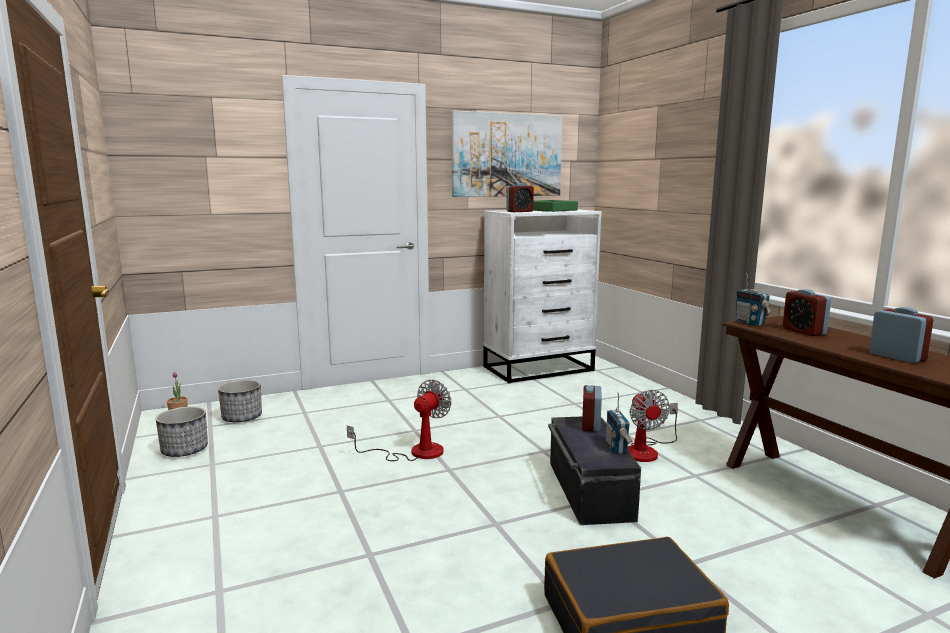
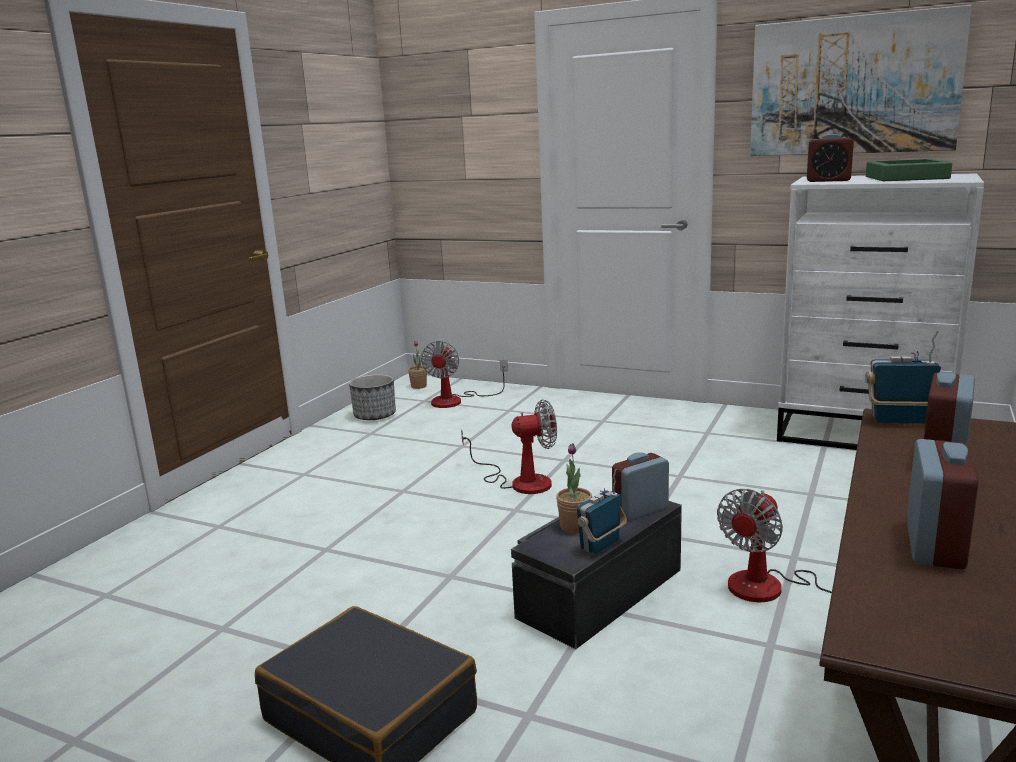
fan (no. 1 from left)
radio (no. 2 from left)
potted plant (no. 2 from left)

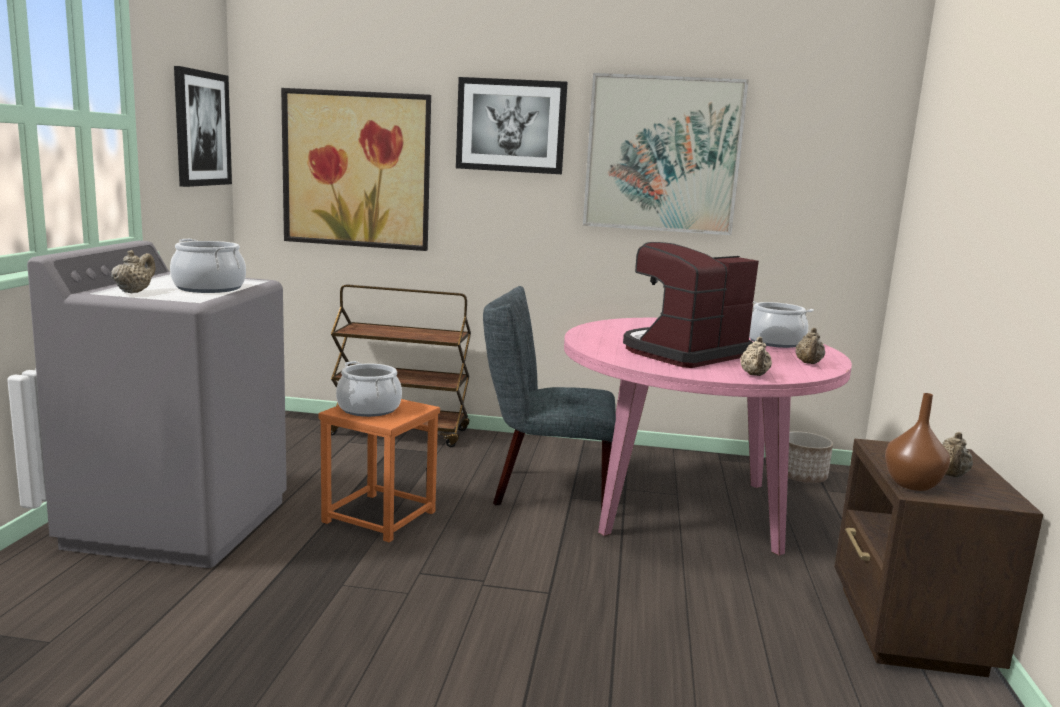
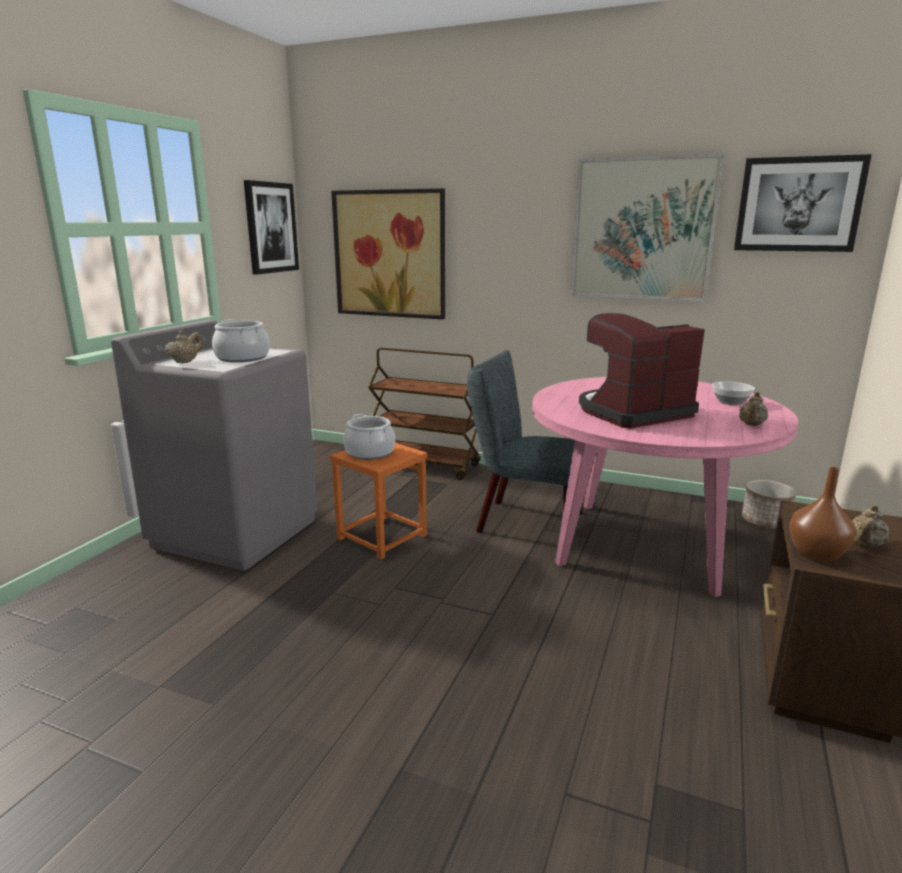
picture (no. 4 from left)
beige teapot (no. 2 from left in the first image)
bowl

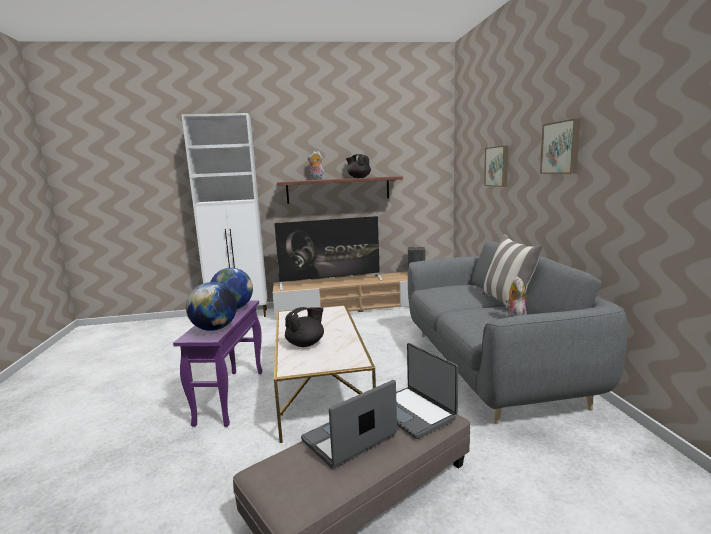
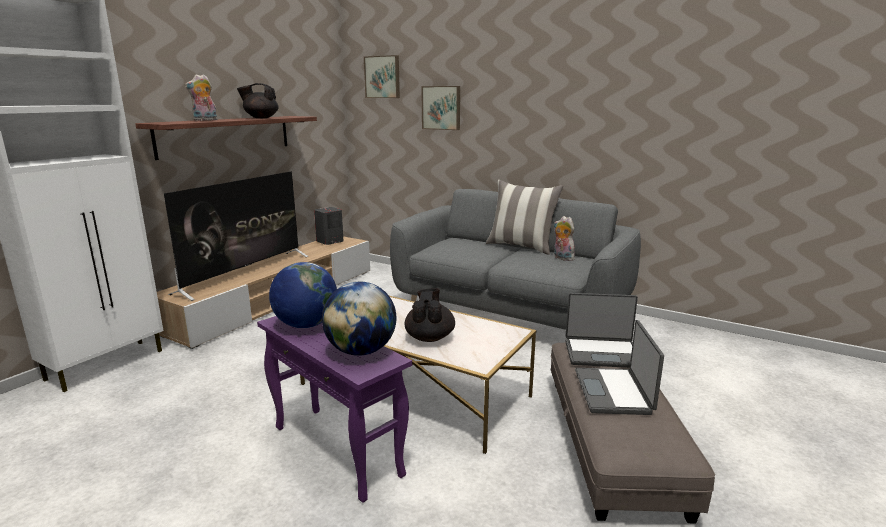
picture (no. 1 from left)

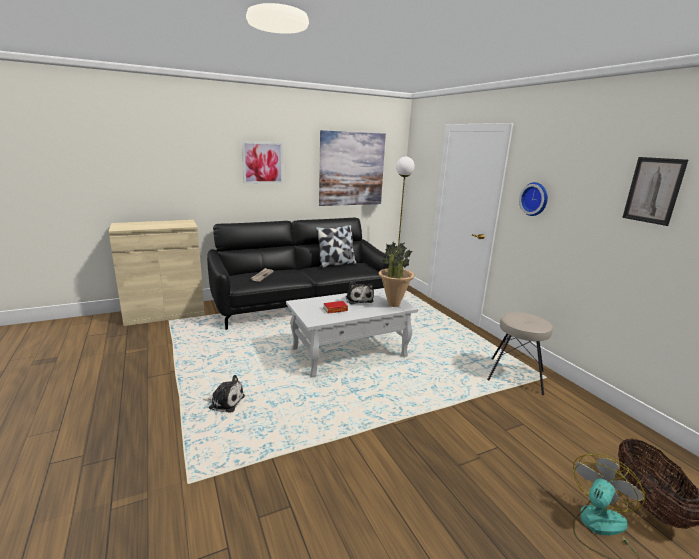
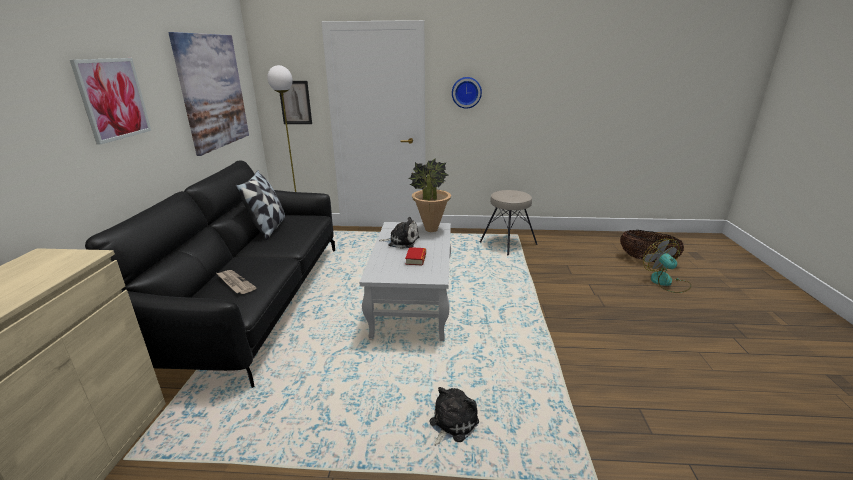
picture (no. 3 from left)

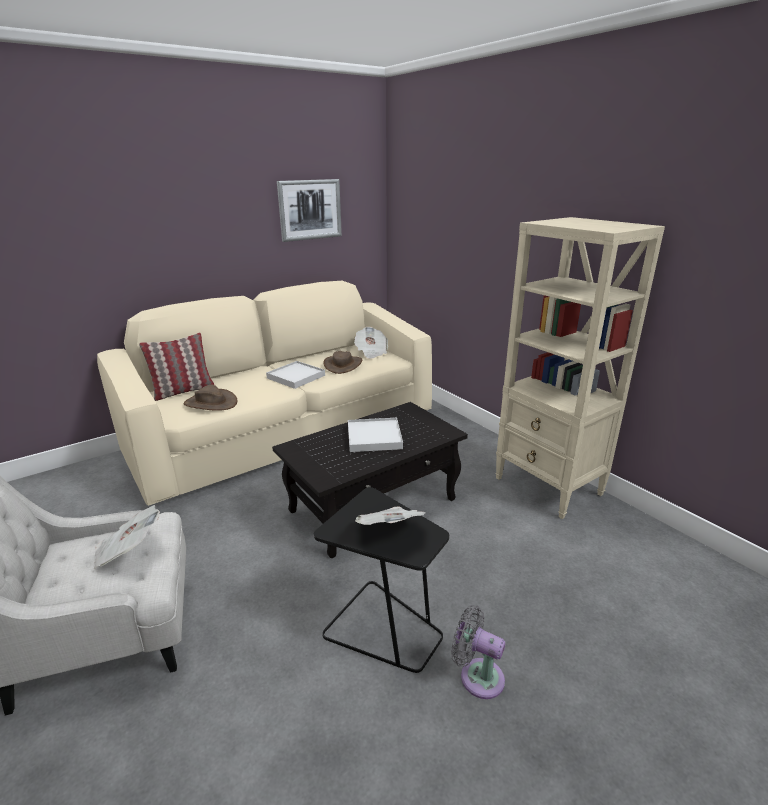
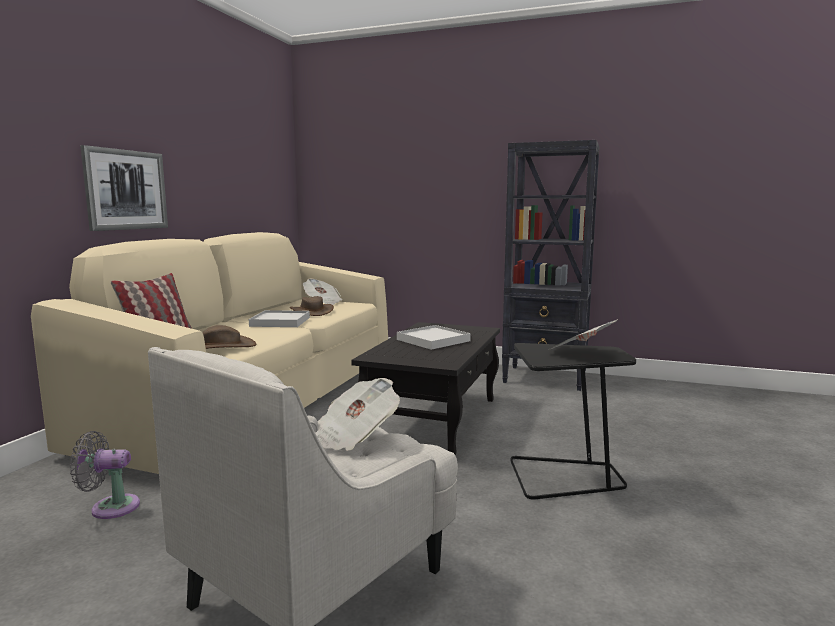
picture
grey fan
black bookcase

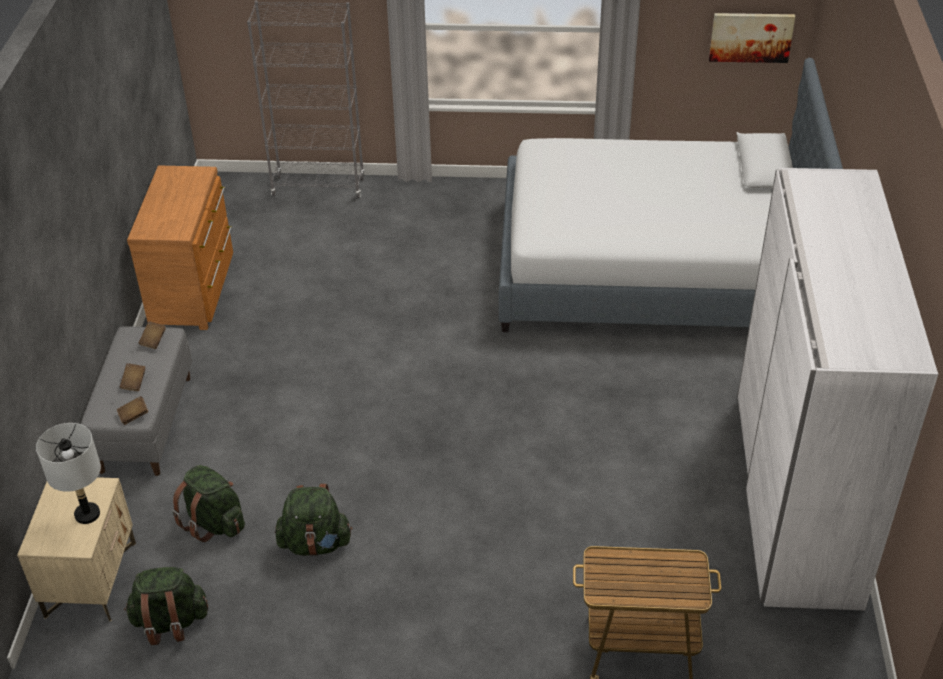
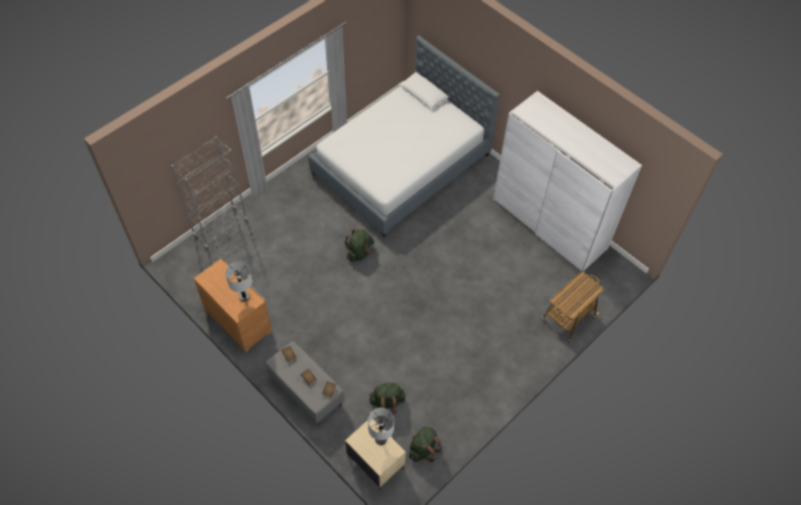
green backpack (no. 1 from left)
picture
grey table lamp (no. 1 from left)

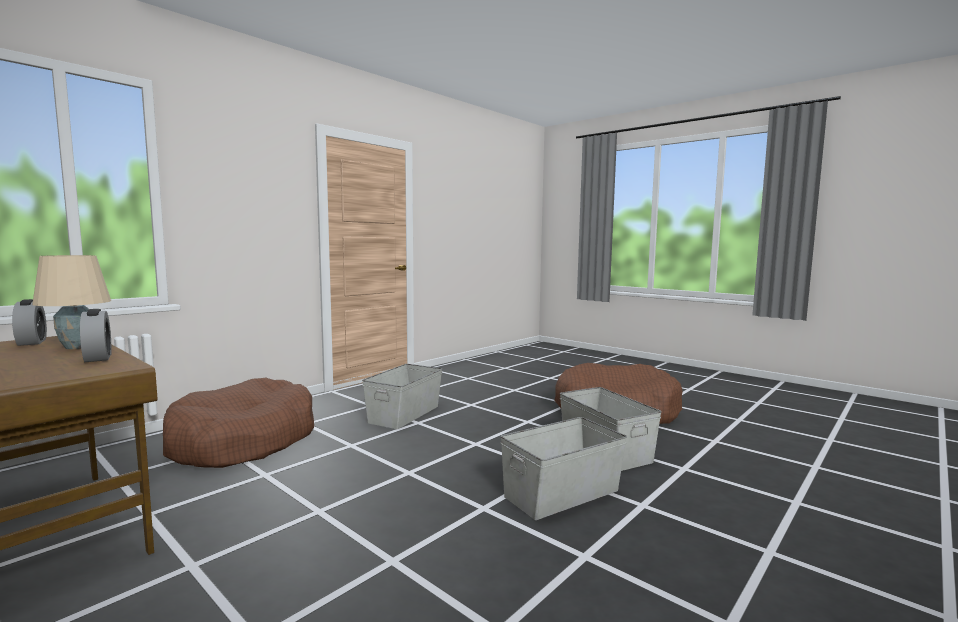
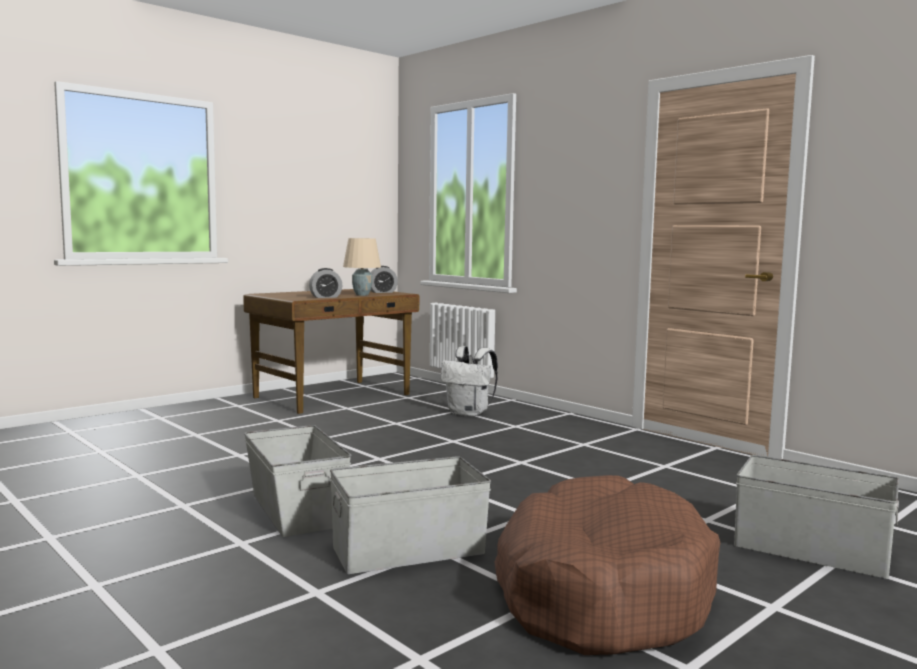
white backpack
grey storage box (no. 3 from left)

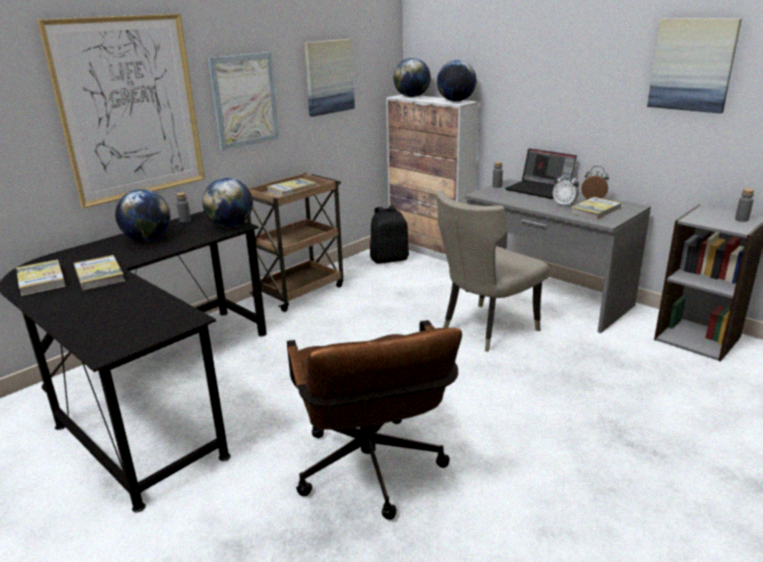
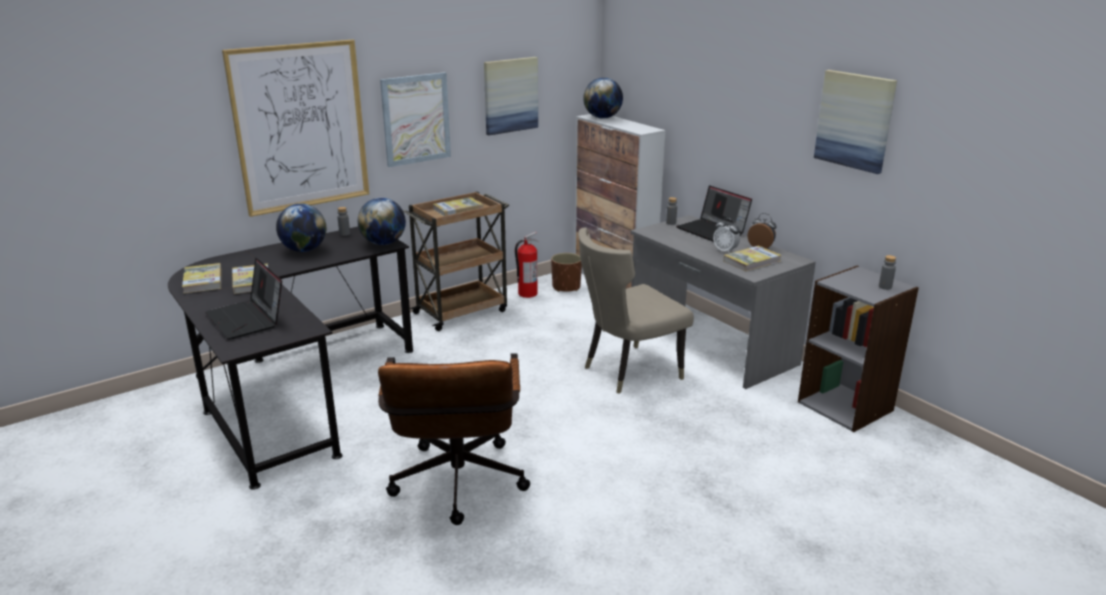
brown planter
globe (no. 4 from left in the first image)
laptop (no. 1 from left)
fire extinguisher

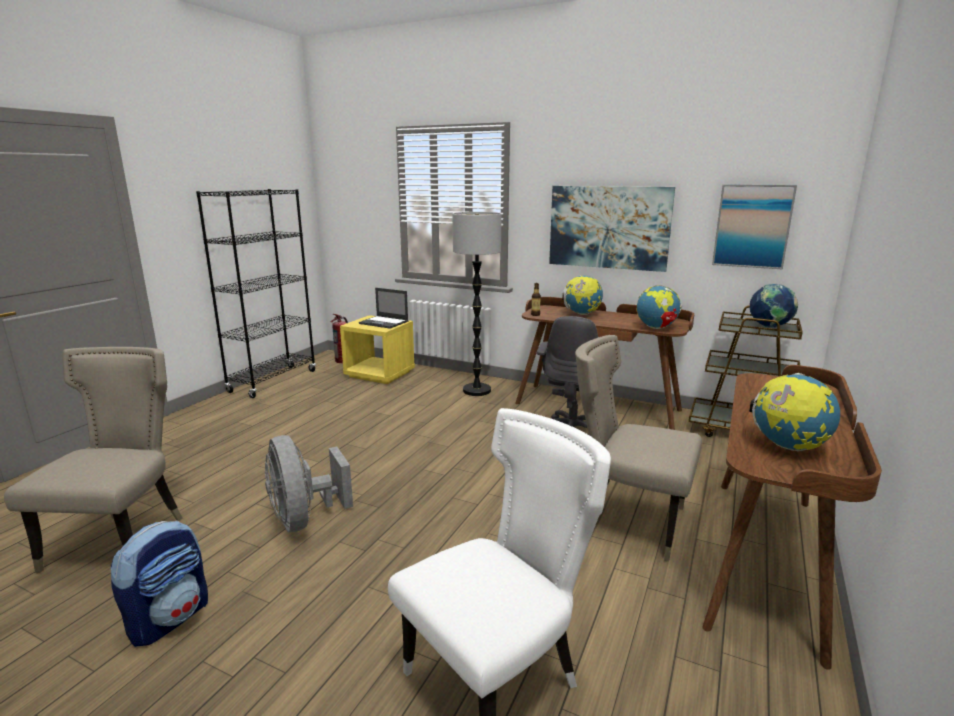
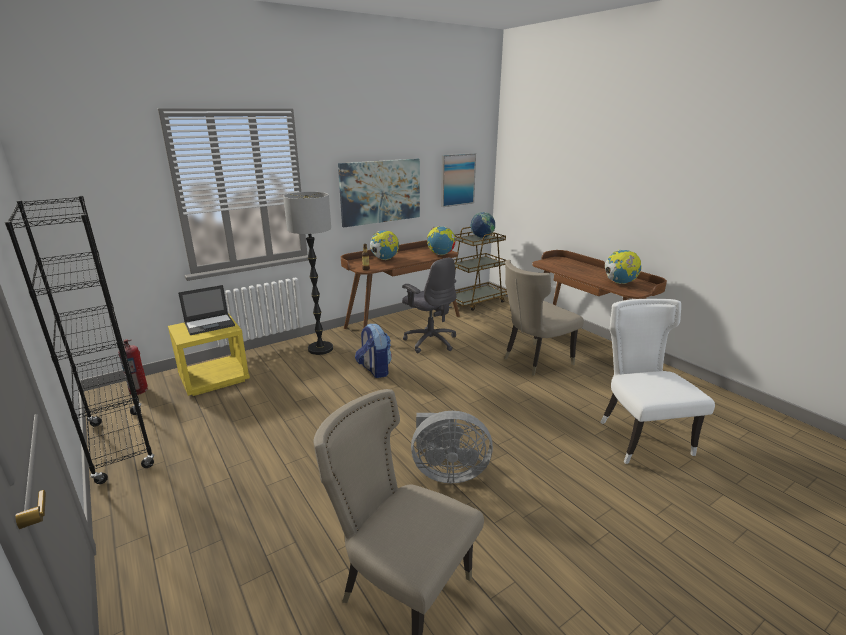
backpack

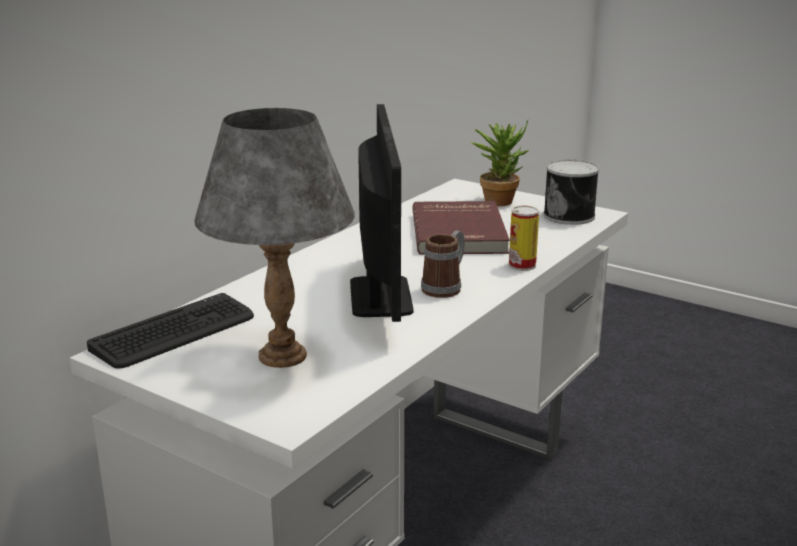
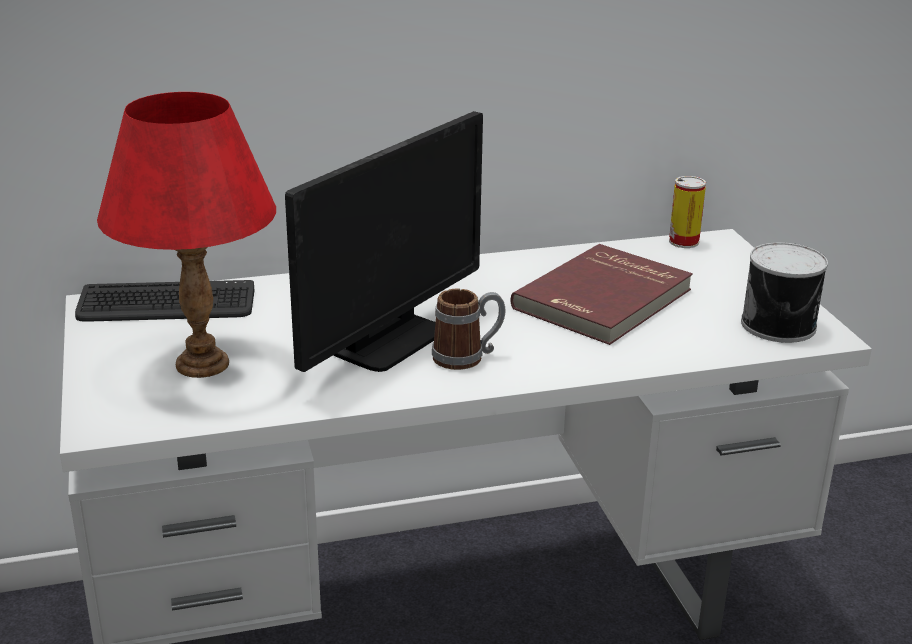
red table lamp
potted plant
can (no. 1 from left)

